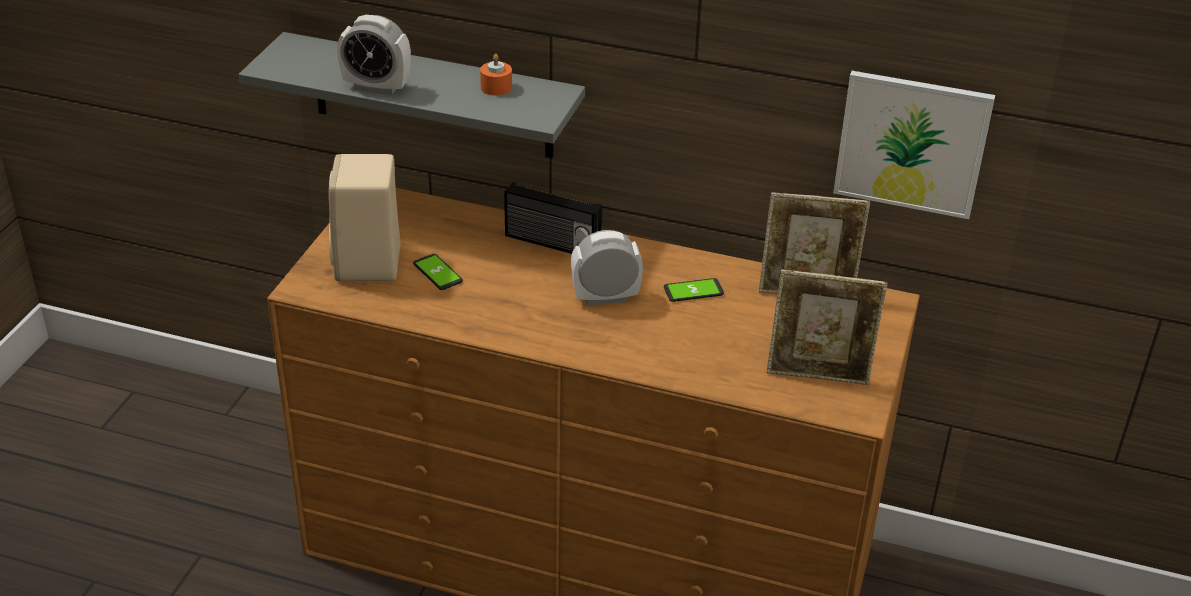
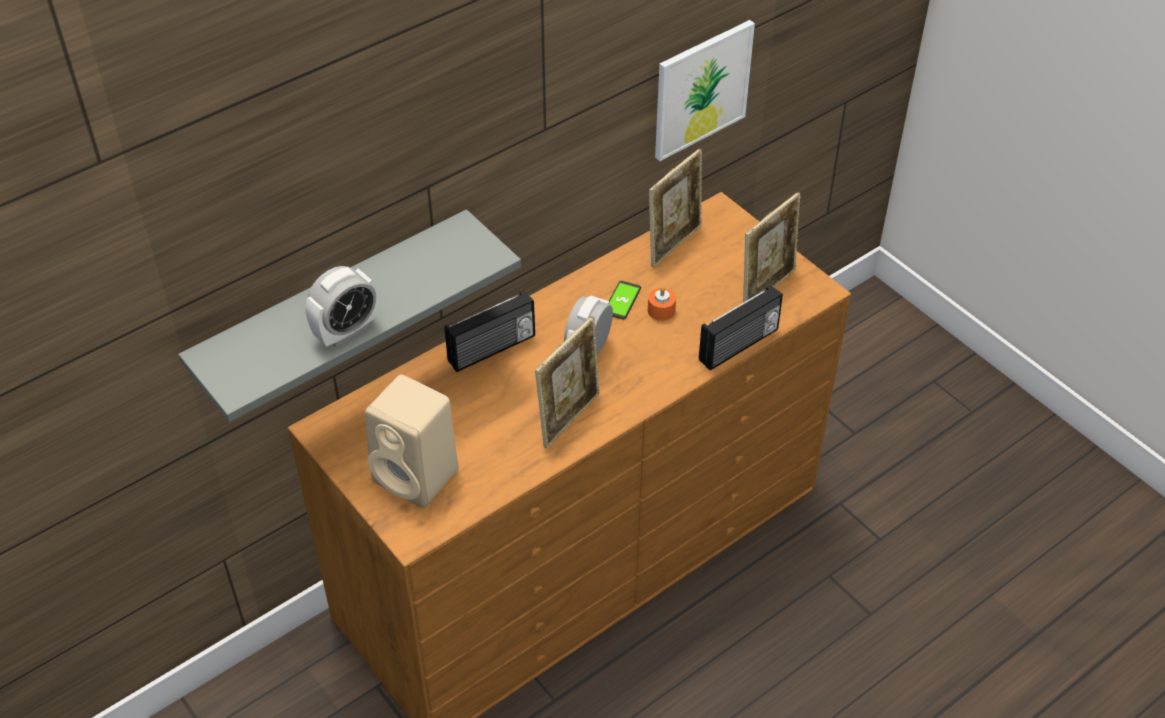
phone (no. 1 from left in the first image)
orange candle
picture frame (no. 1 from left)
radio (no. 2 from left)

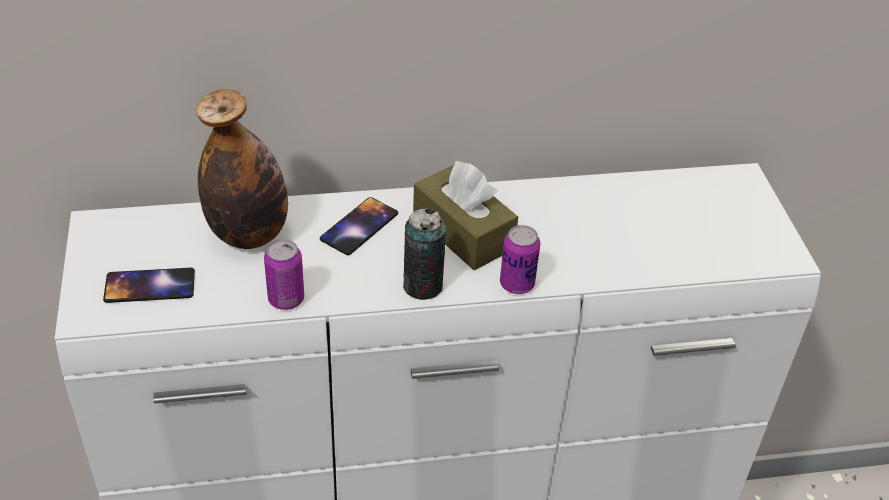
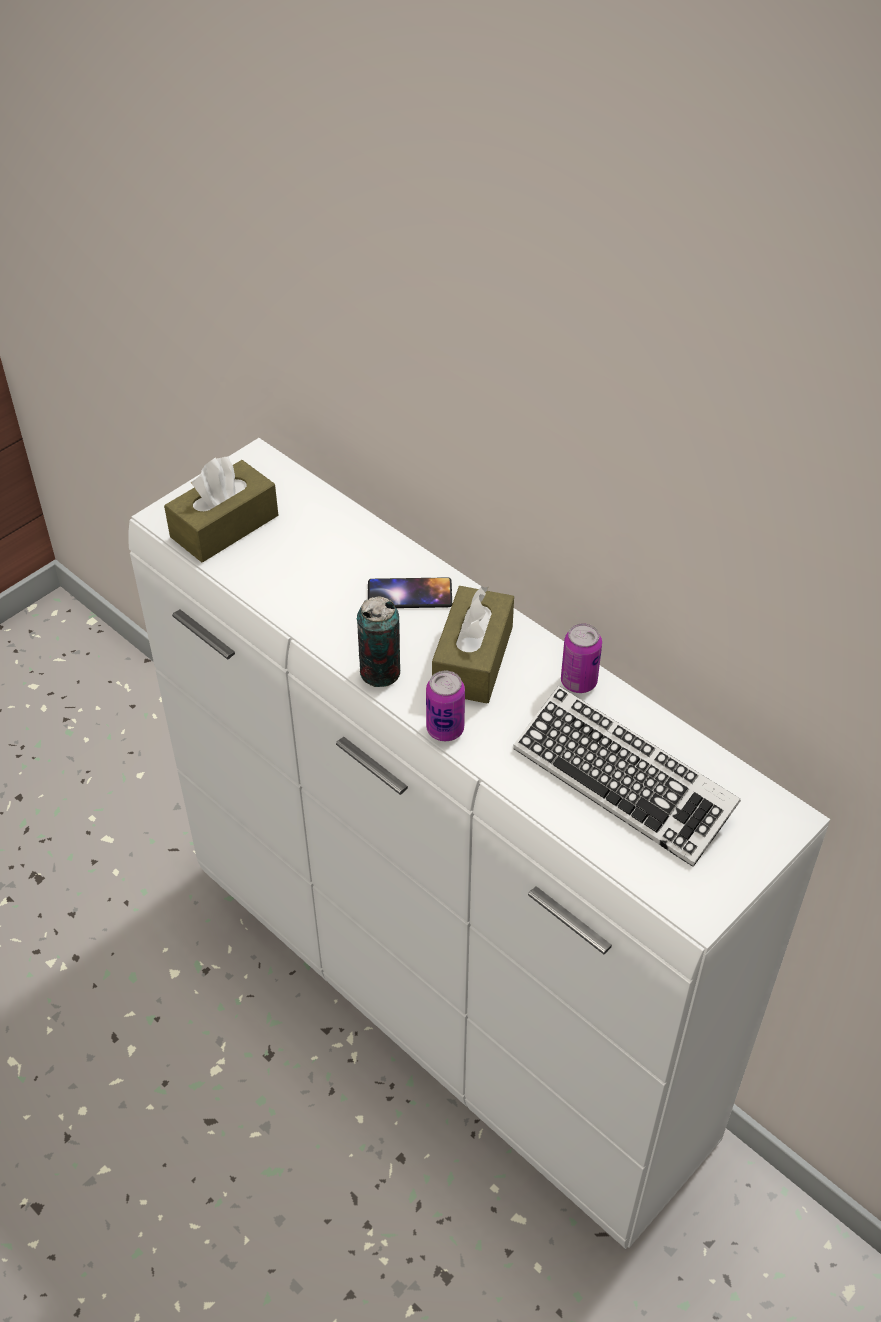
brown tissue box (no. 1 from left)
bottle
can (no. 3 from left)
keyboard

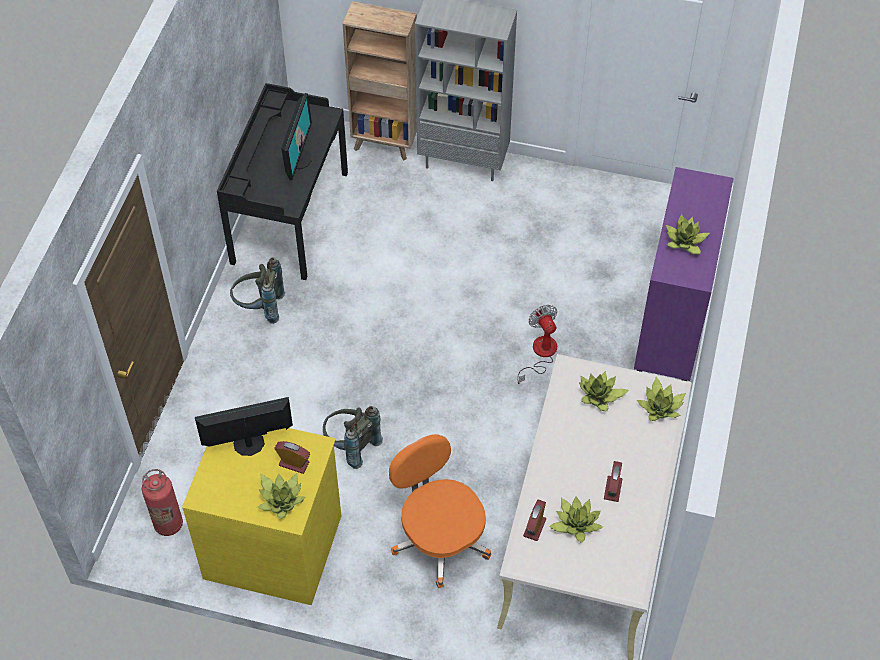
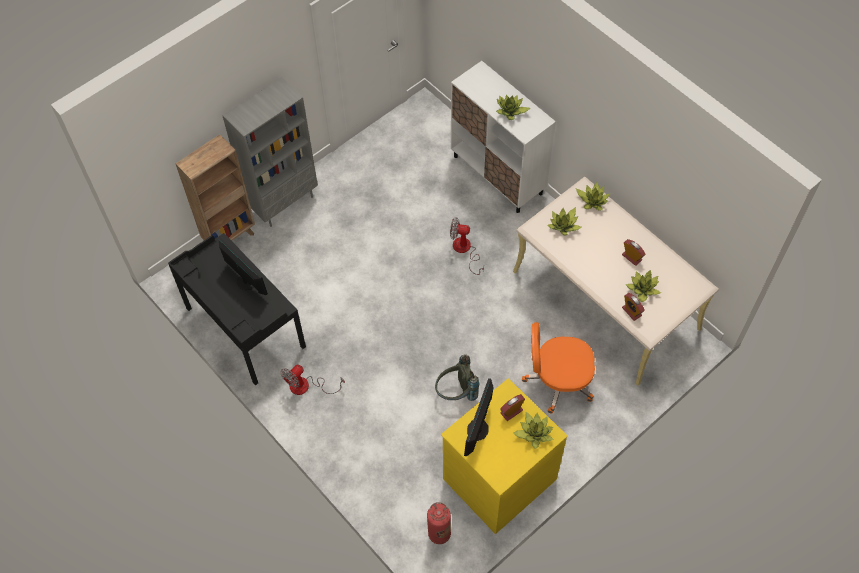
fan (no. 1 from left)
white cabinet

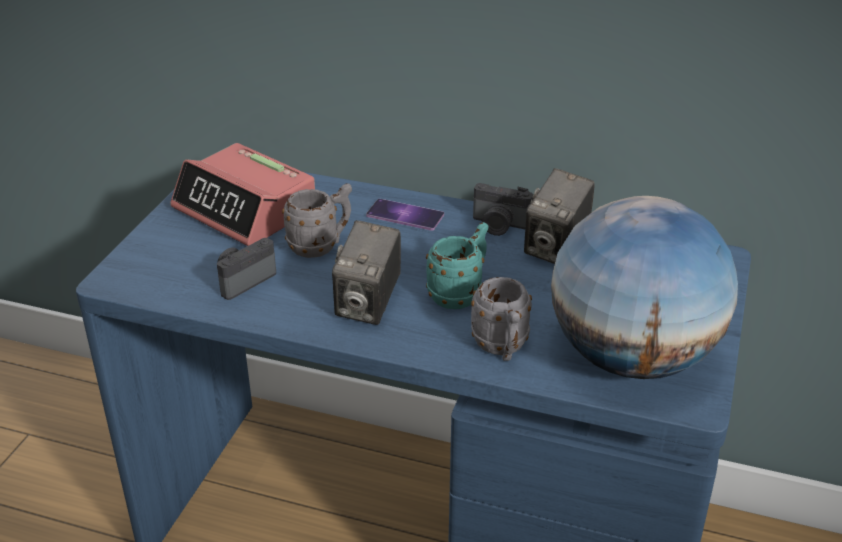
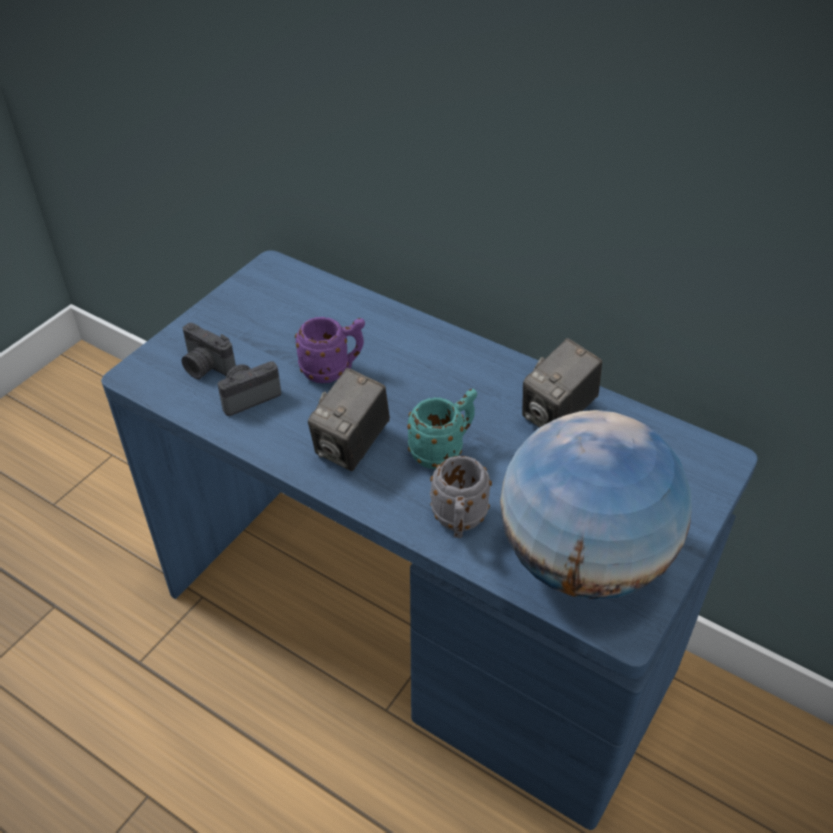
alarm clock
purple mug
phone
photo camera (no. 1 from left)

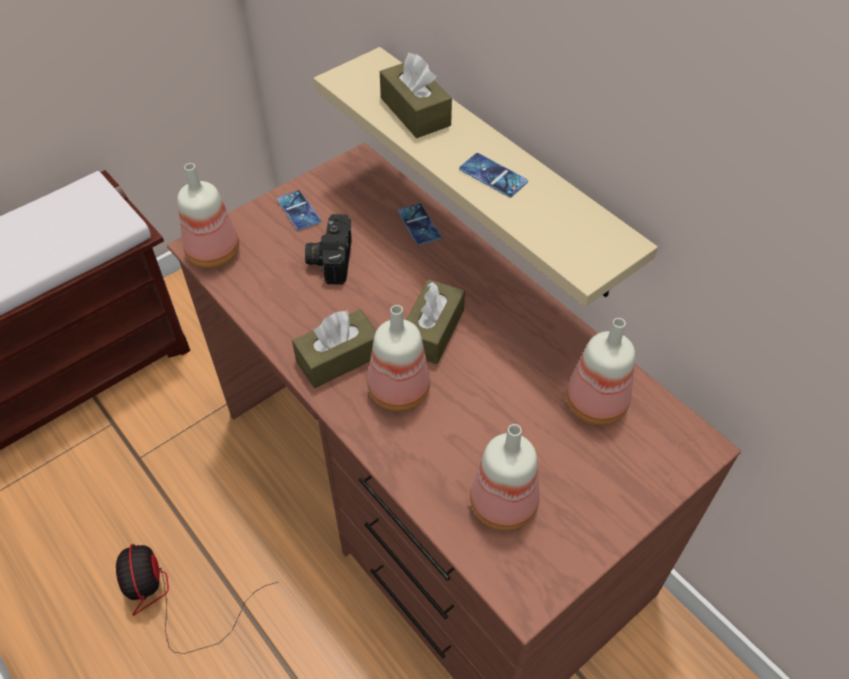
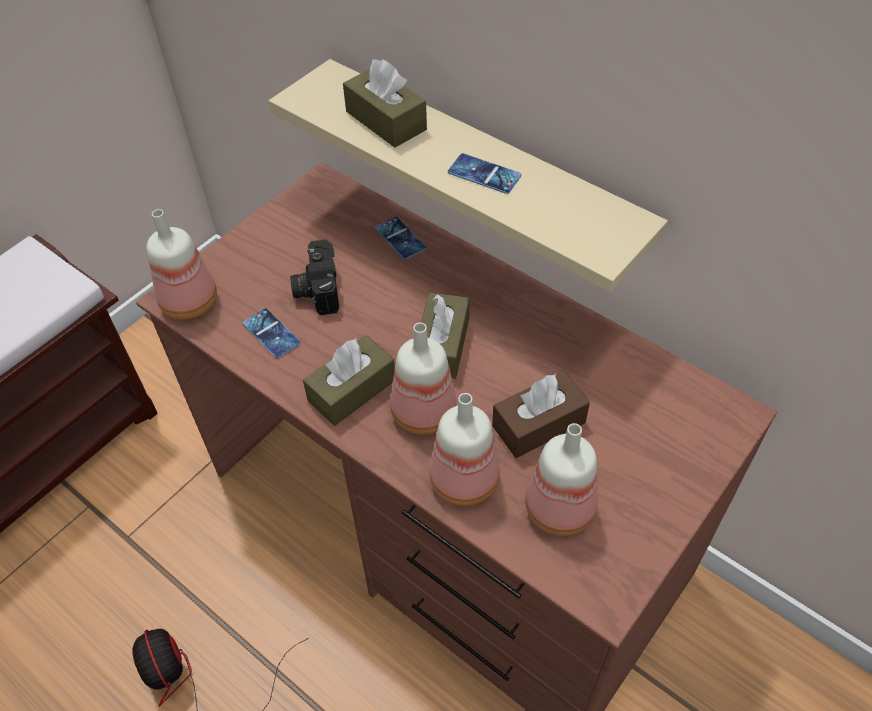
phone (no. 1 from left)
bottle (no. 3 from left)
brown tissue box (no. 4 from left)

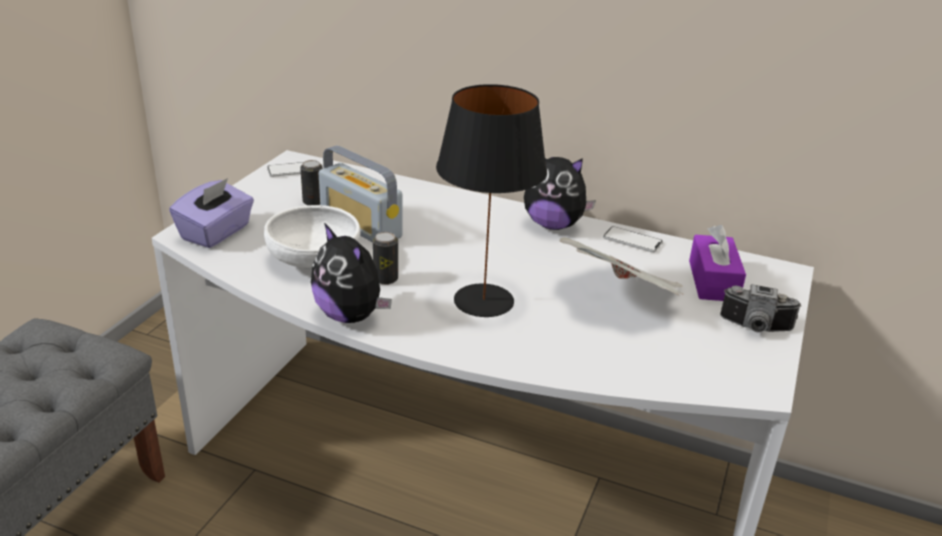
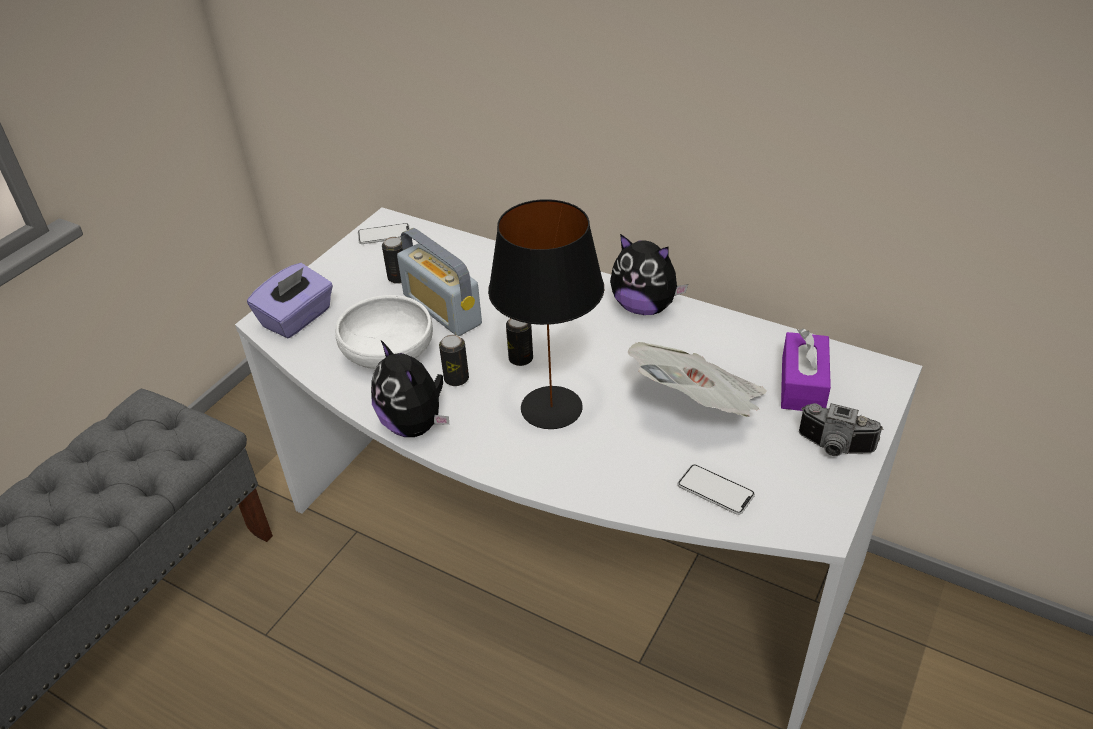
phone (no. 2 from left)
can (no. 3 from left)

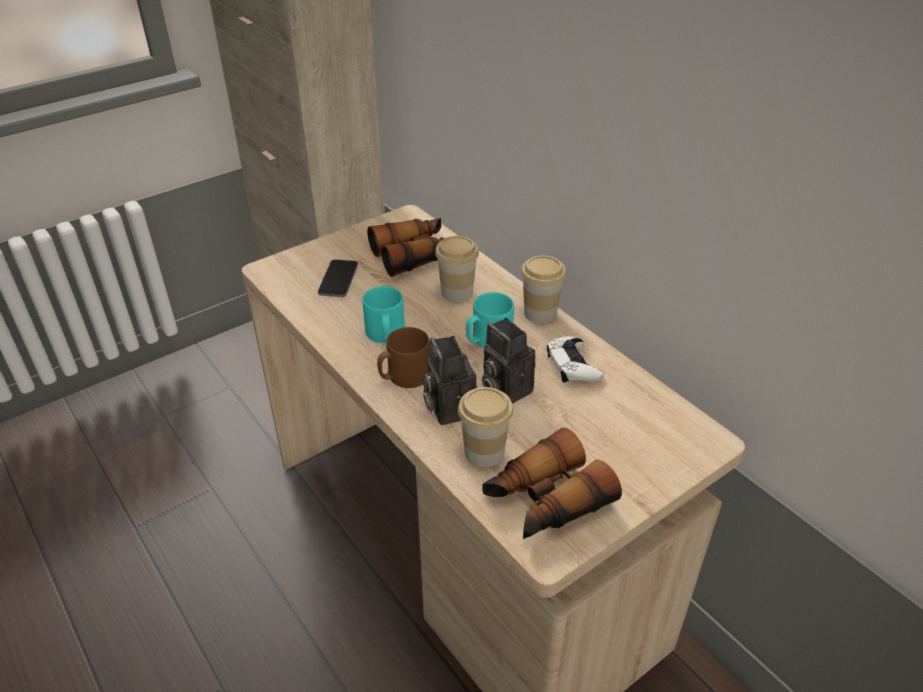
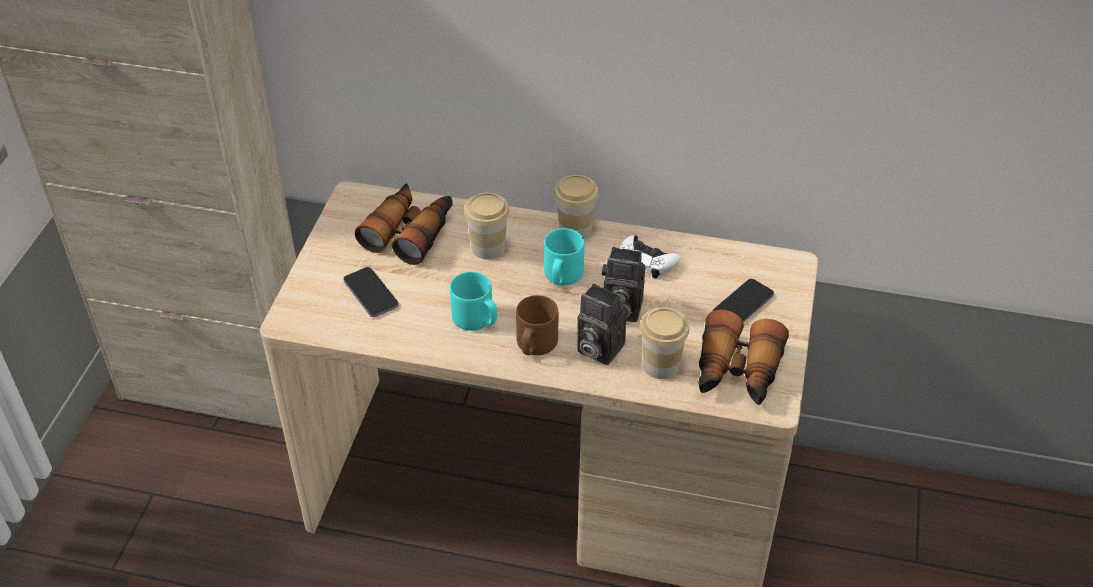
phone (no. 2 from left)

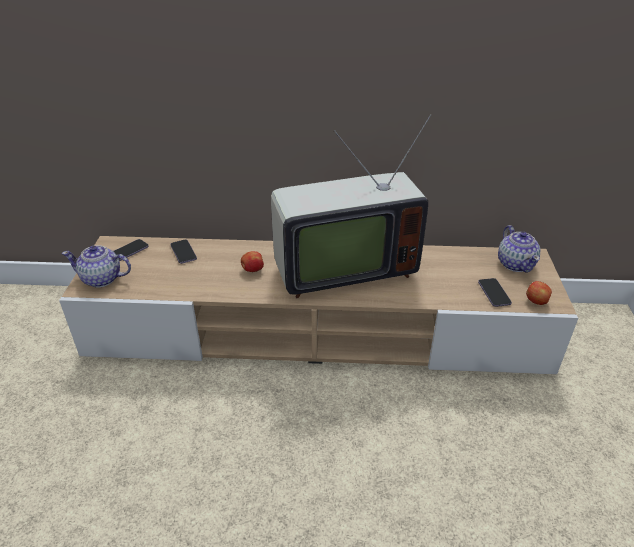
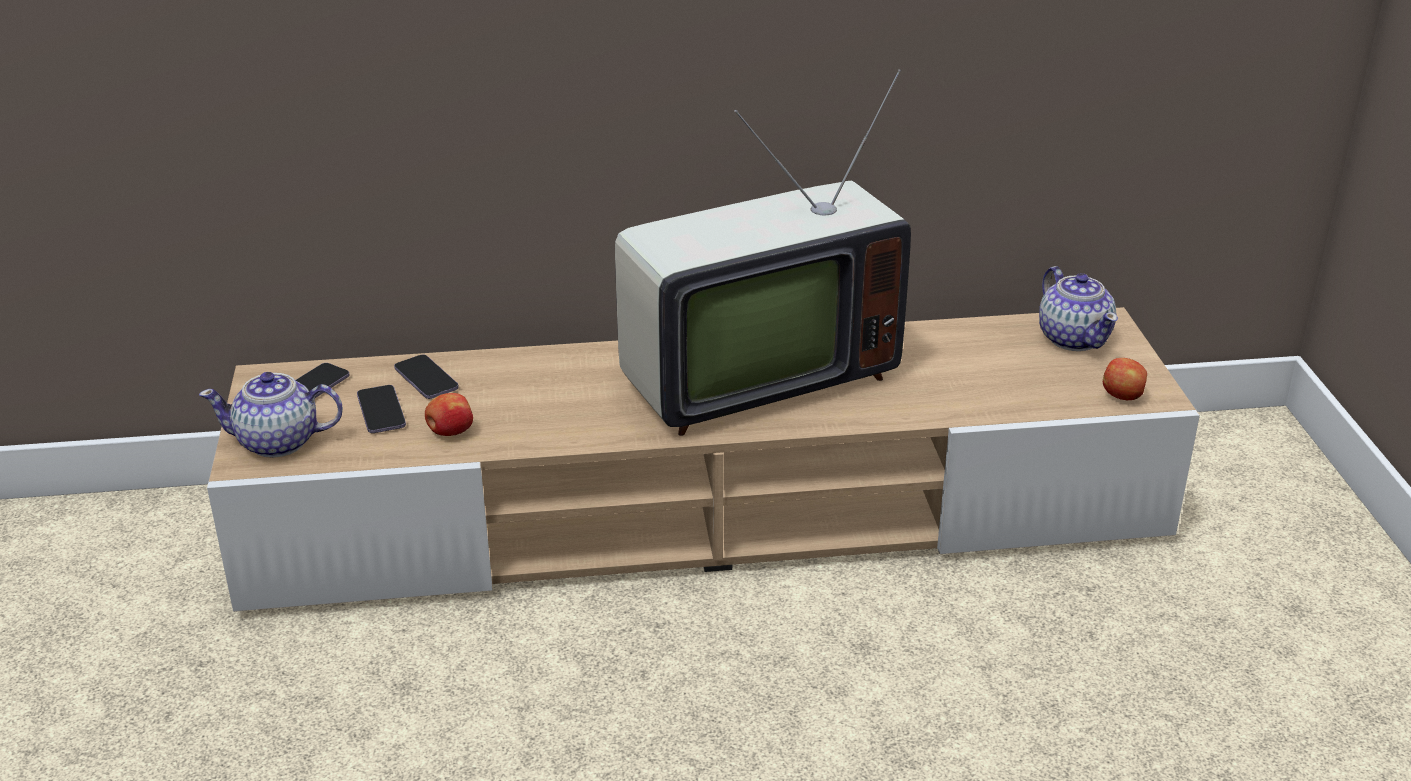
apple (no. 1 from left)
phone (no. 2 from left)

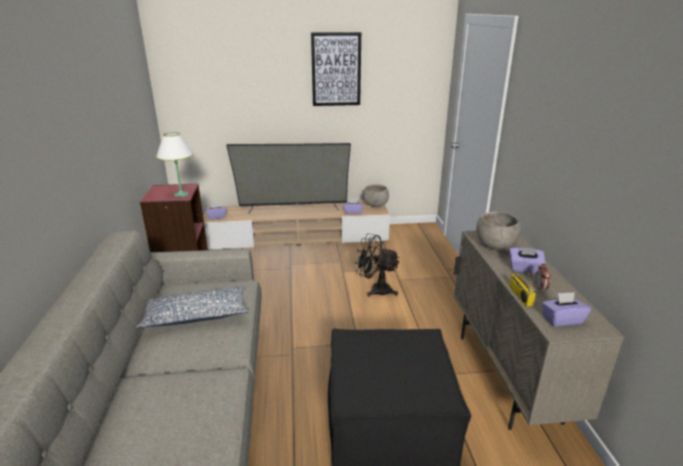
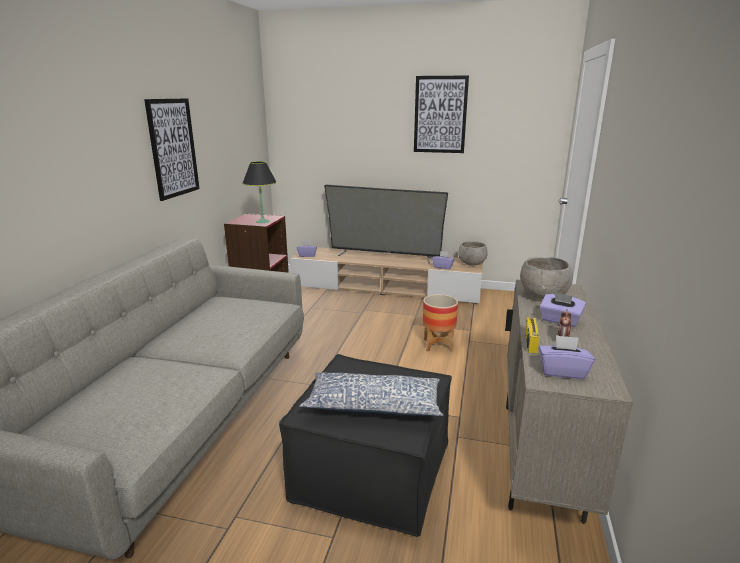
pillow
black table lamp
planter
picture (no. 1 from left)

